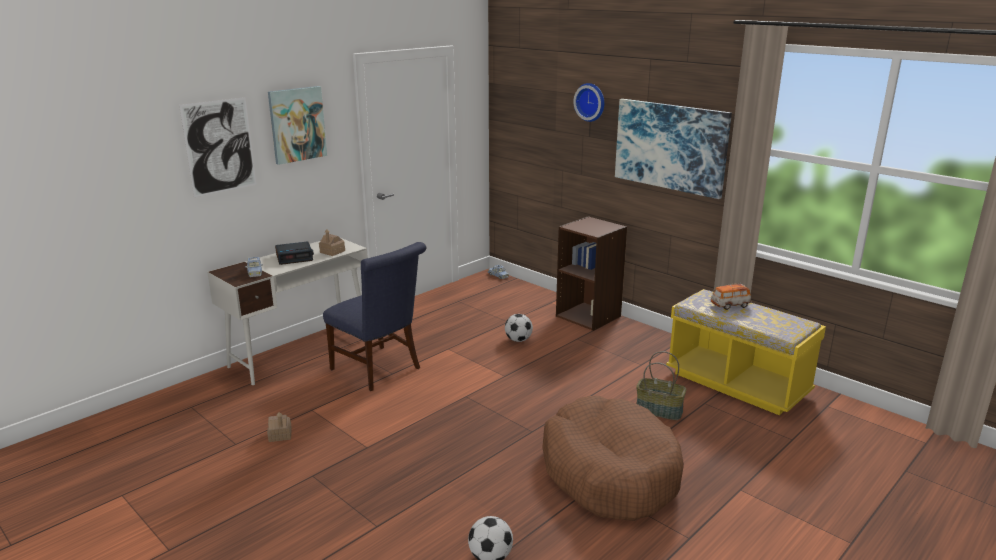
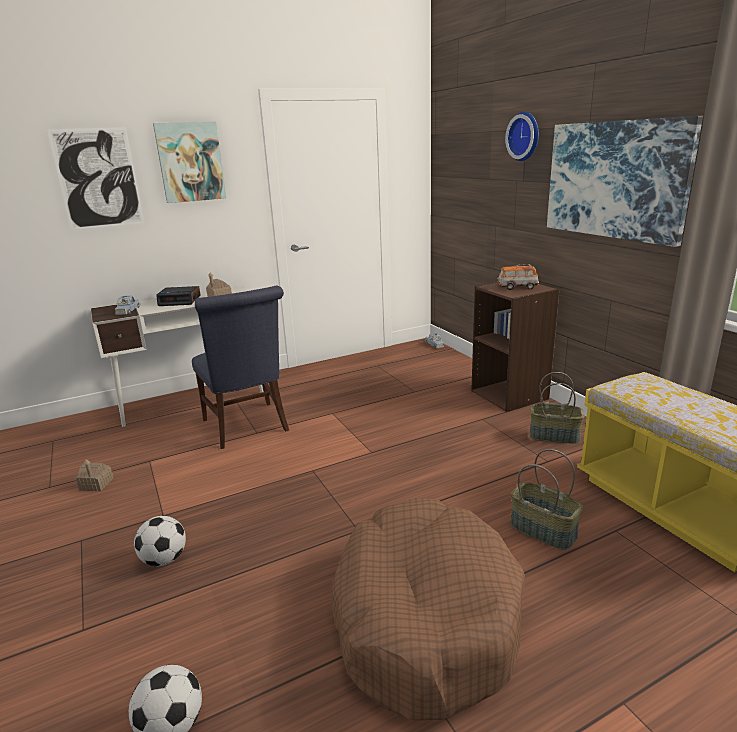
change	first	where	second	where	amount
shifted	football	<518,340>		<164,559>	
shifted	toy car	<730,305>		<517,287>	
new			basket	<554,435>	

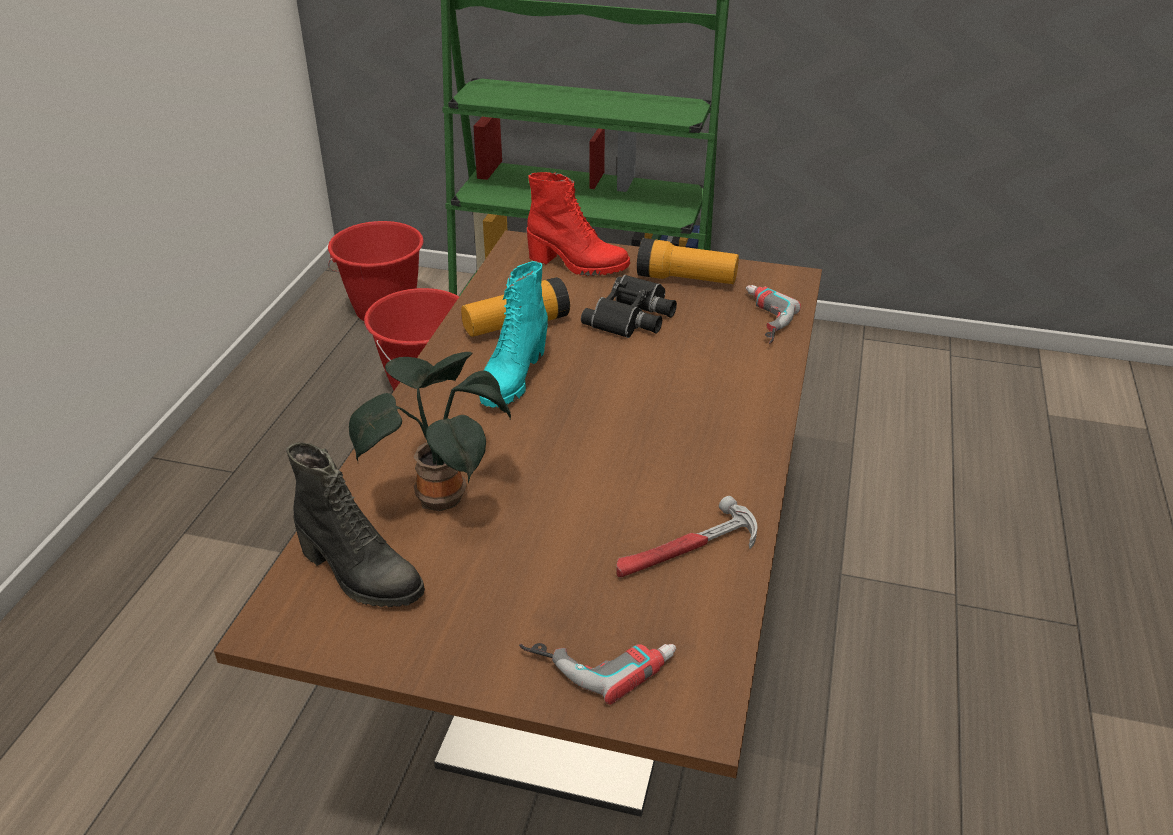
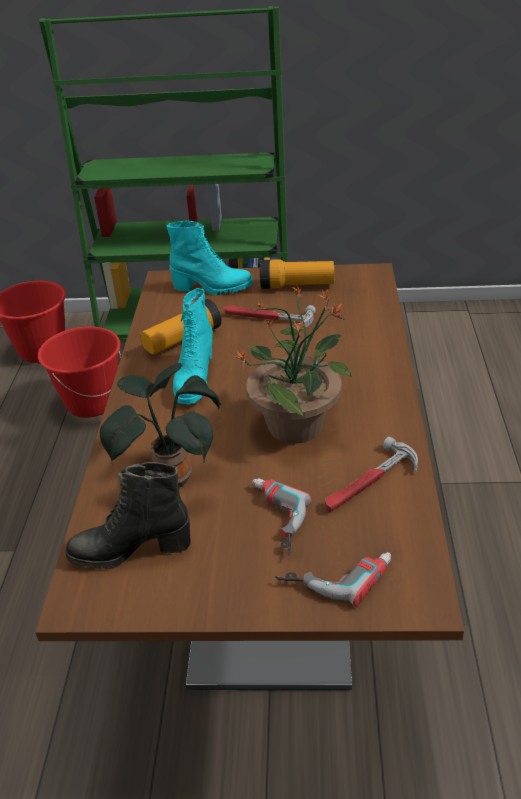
change	first	where	second	where	amount
rotated	boot in black	<359,575>		<131,550>	150 degrees clockwise
repainted	boot in red	<577,265>	boot in turquoise	<212,288>	
swapped	binoculars in black	<633,316>	hammer	<268,319>	
shifted	power drill	<759,319>		<271,520>	
new			potted plant	<297,424>	

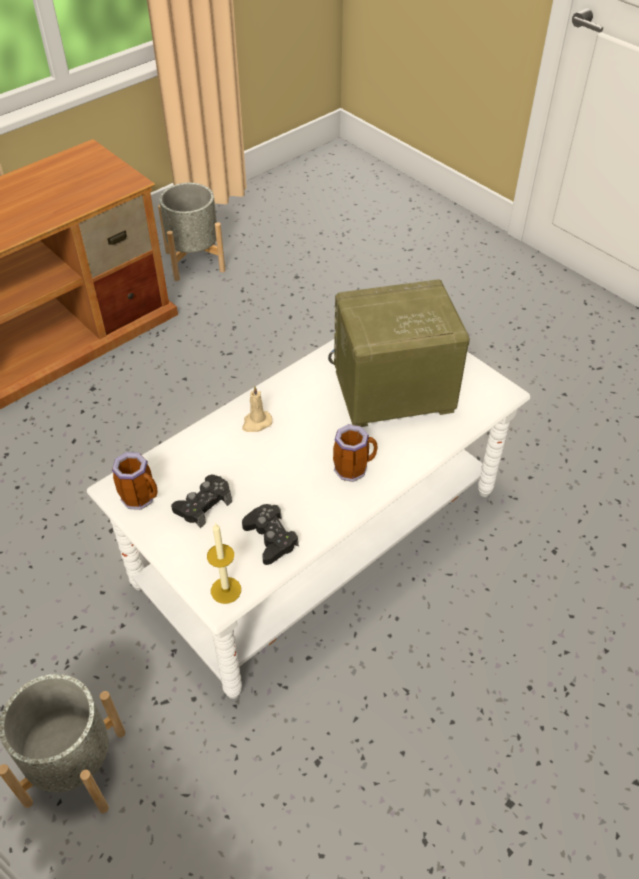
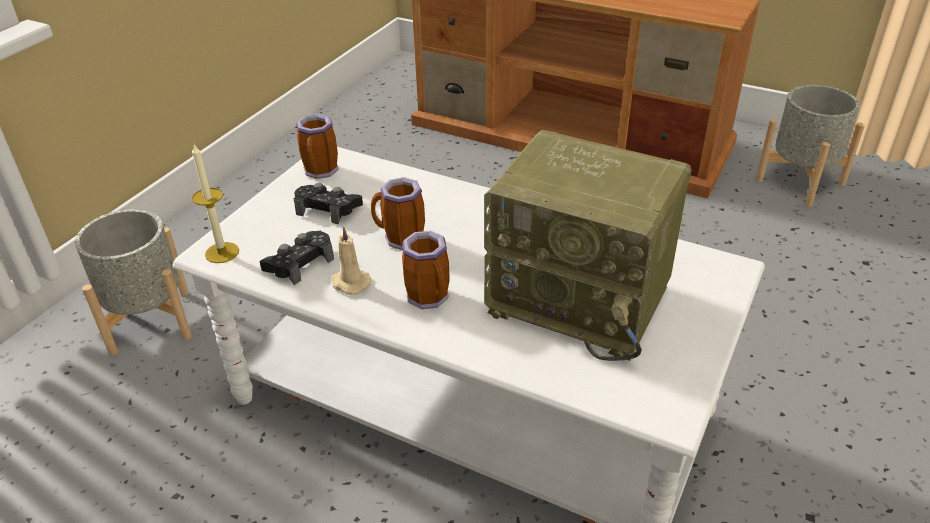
change	first	where	second	where	amount
shifted	candle in beige	<256,423>		<350,283>	
rotated	radio	<391,393>		<582,299>	150 degrees clockwise
new			mug	<400,240>	

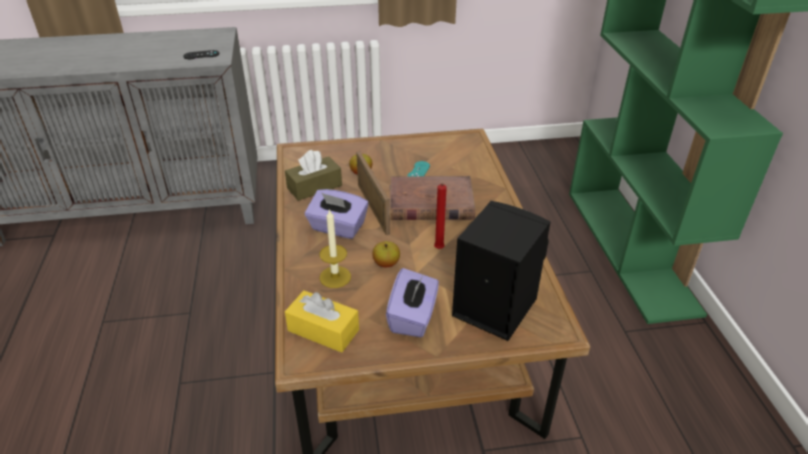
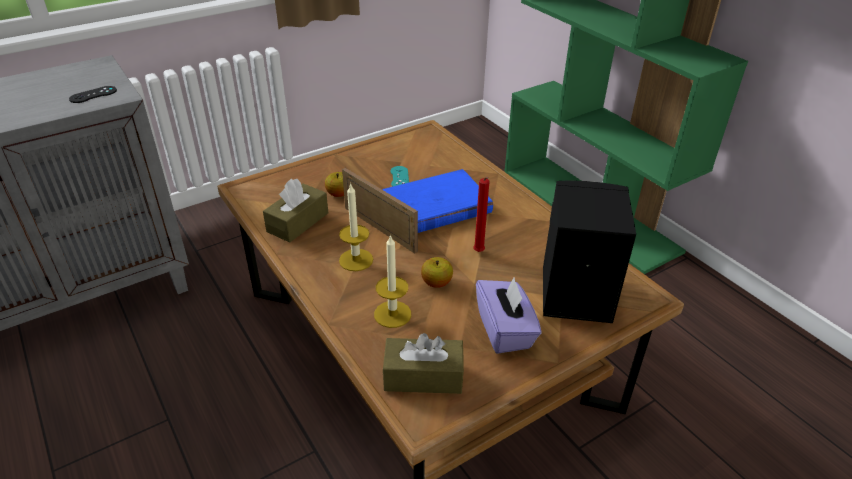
change	first	where	second	where	amount
repainted	tissue box in yellow	<323,330>	tissue box in brown	<423,376>	
swapped	tissue box in purple	<337,227>	candle	<356,260>	
repainted	book in brown	<430,203>	book in blue	<435,207>	

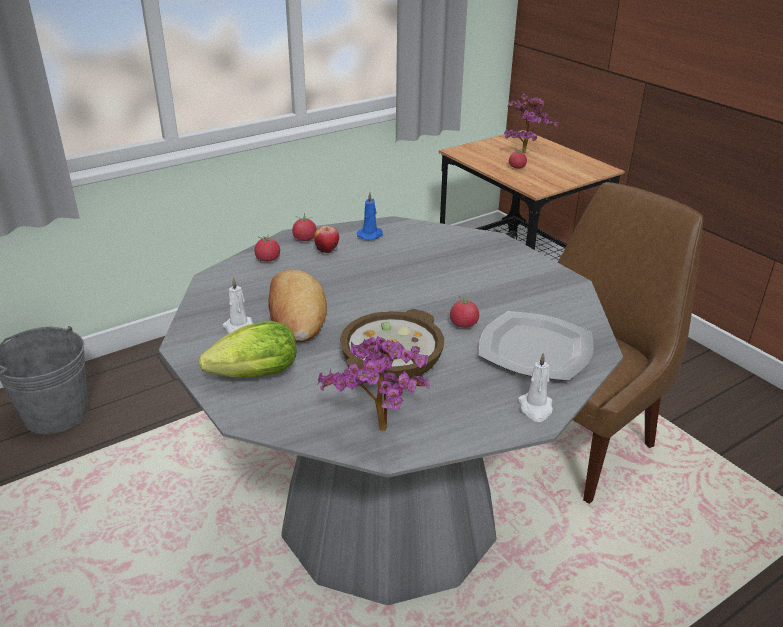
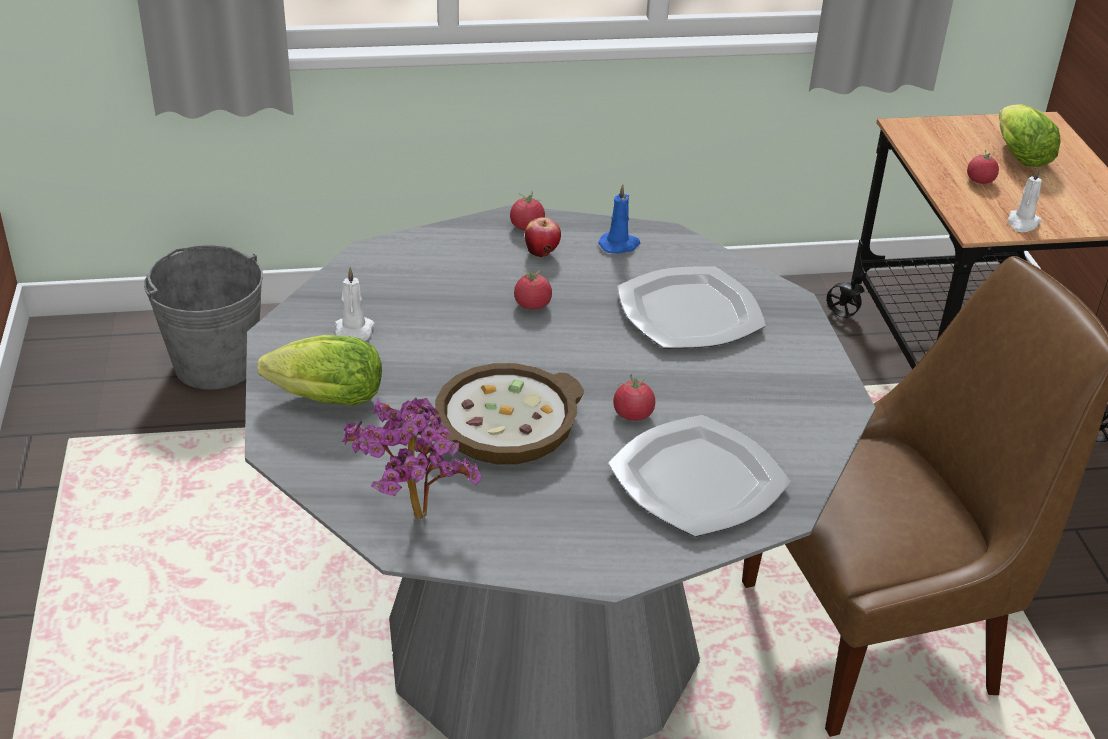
change	first	where	second	where	amount
shifted	tomato	<268,259>		<532,305>	
gone	bread	<296,313>			
swapped	potted plant	<524,152>	lettuce	<1017,155>	
shifted	candle in white	<535,408>		<1022,223>	
new			plate	<689,314>	

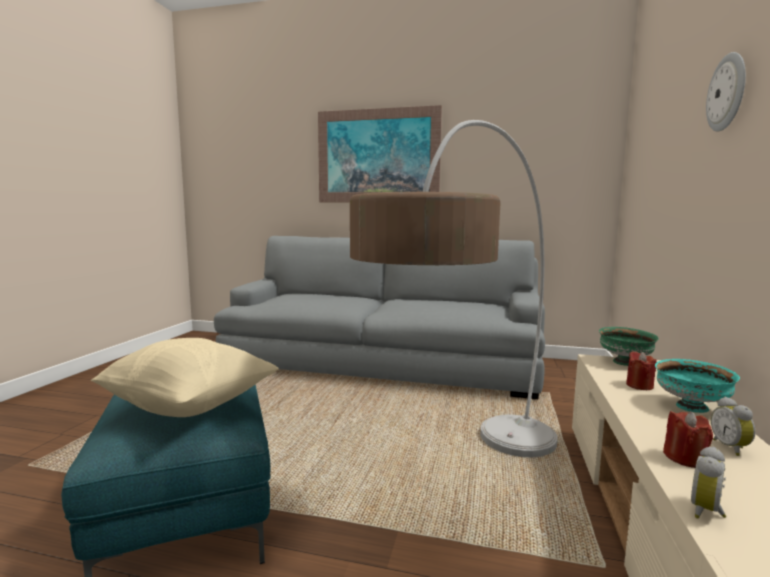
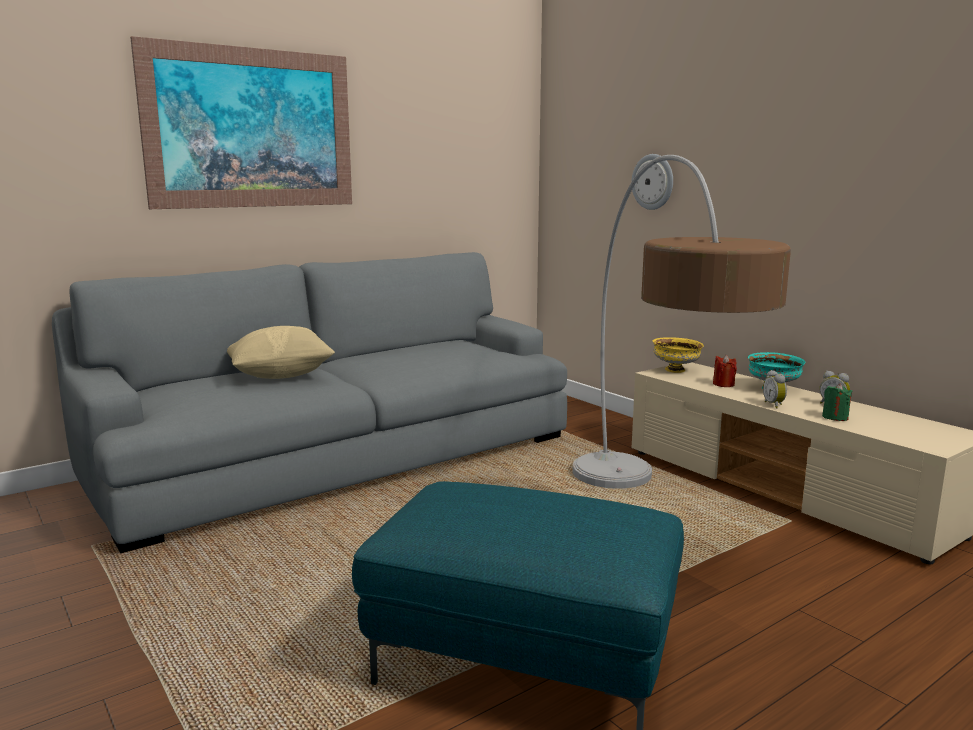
change	first	where	second	where	amount
shifted	pillow in beige	<189,406>		<281,375>	
repainted	bowl in green	<625,362>	bowl in yellow	<676,370>	
repainted	candle in red	<684,458>	candle in green	<835,417>	
shifted	alarm clock	<708,512>		<774,405>	
shifted	wall clock	<727,92>		<653,182>	

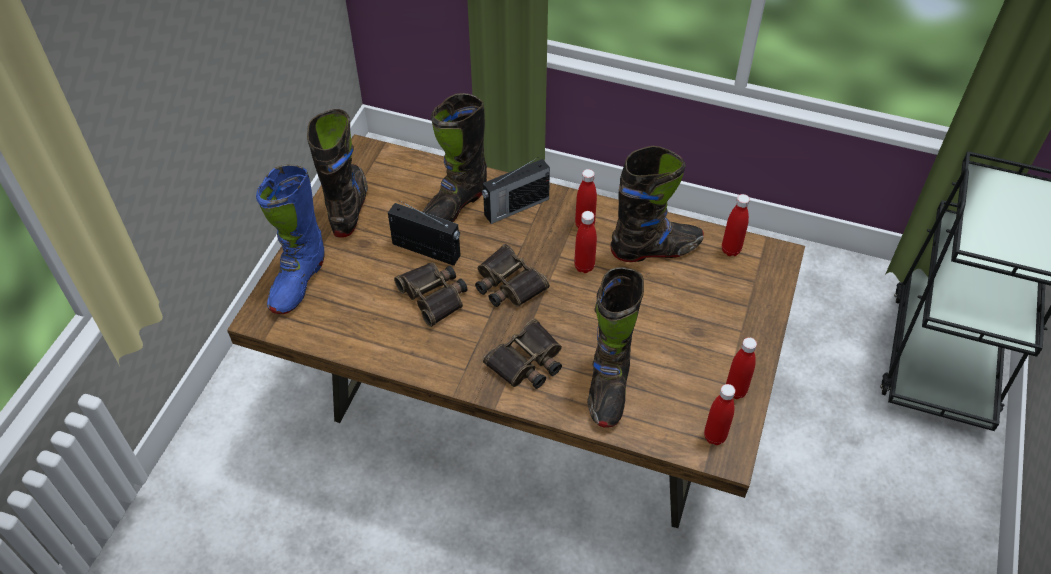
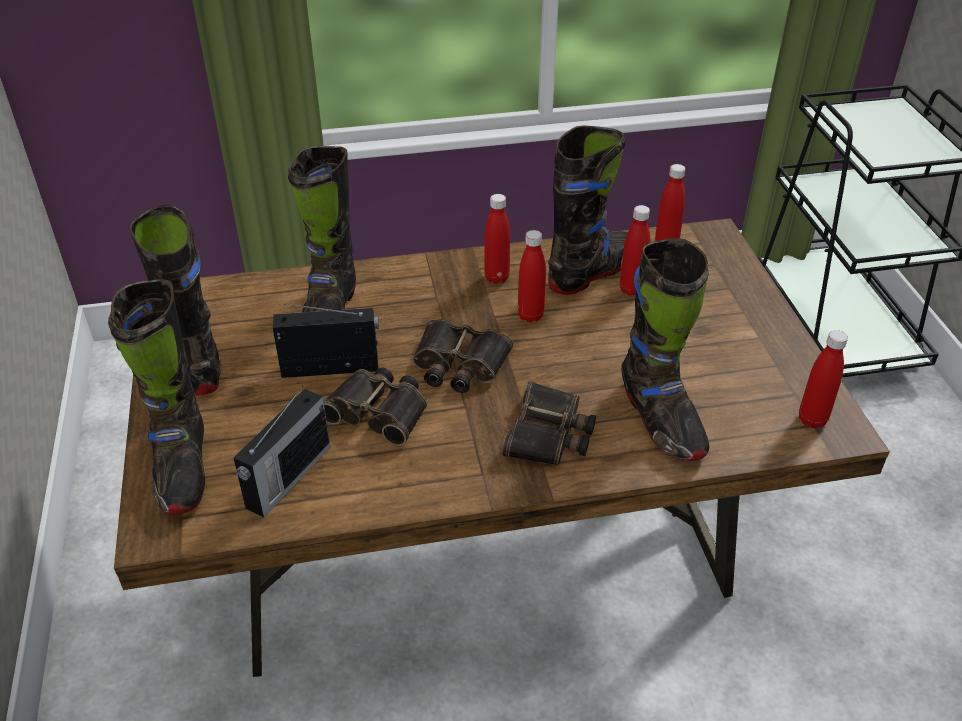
change	first	where	second	where	amount
repainted	boot in blue	<298,281>	boot in black	<181,467>	
shifted	radio	<515,207>		<287,478>	
shifted	bottle in red	<735,391>		<631,289>	

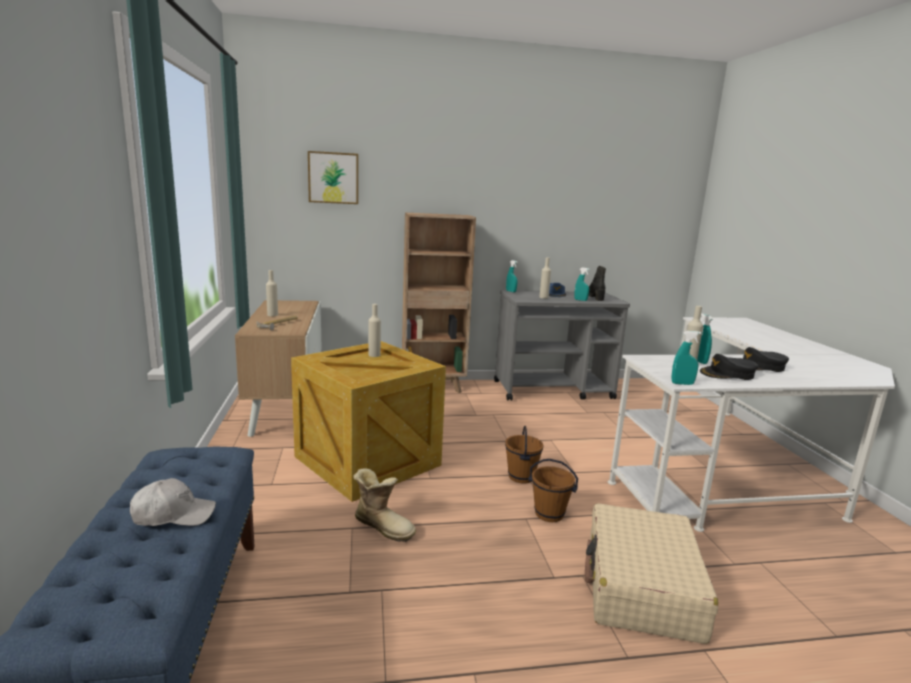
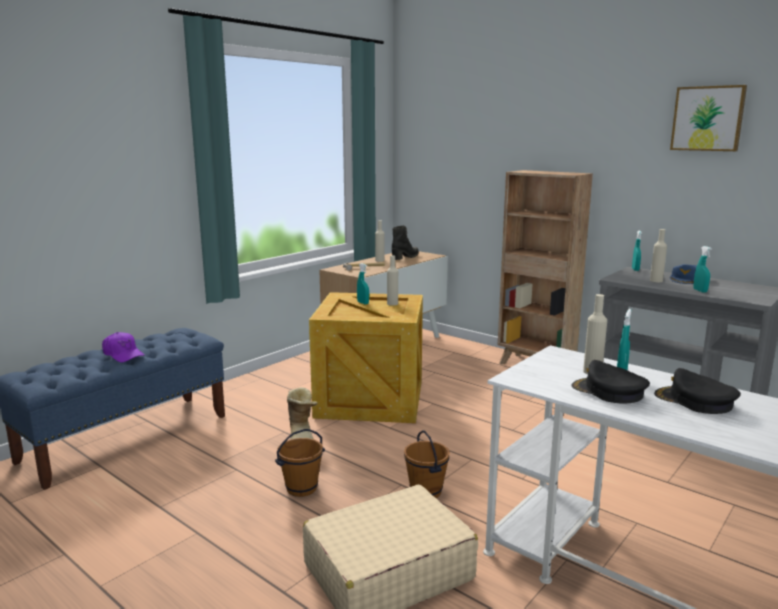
change	first	where	second	where	amount
repainted	cap in white	<173,514>	cap in purple	<123,355>	
shifted	picture	<333,178>		<708,118>	
shifted	bucket in brown	<520,477>		<301,488>	
shifted	boot in black	<594,297>		<406,257>	
shifted	spray bottle in turquoise	<682,384>		<363,303>	

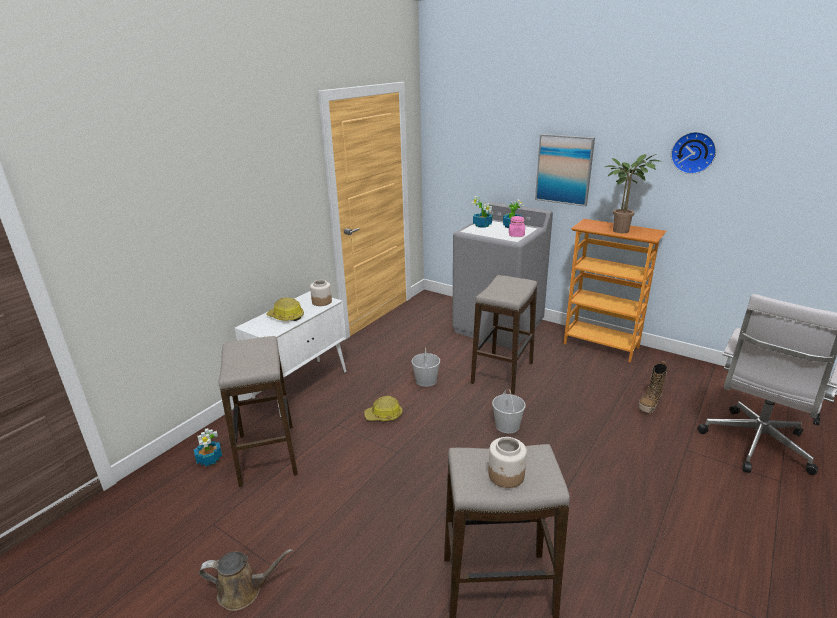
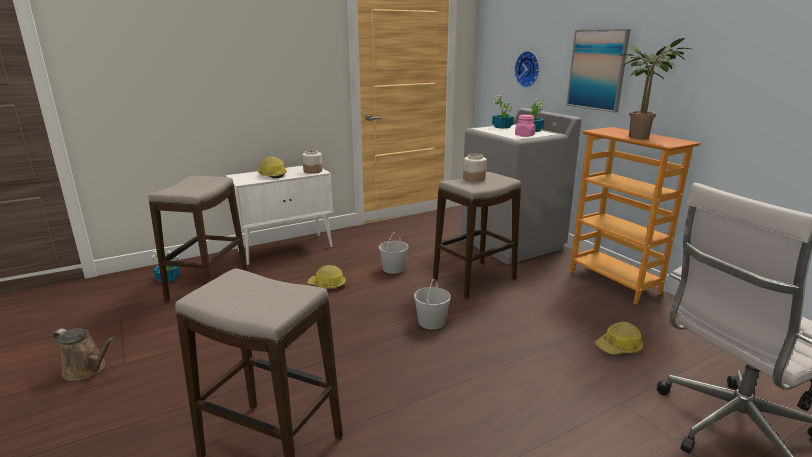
change	first	where	second	where	amount
shifted	jar	<506,475>		<474,179>	
swapped	boot	<649,404>	hard hat	<619,347>	
shifted	wall clock	<693,152>		<528,69>	

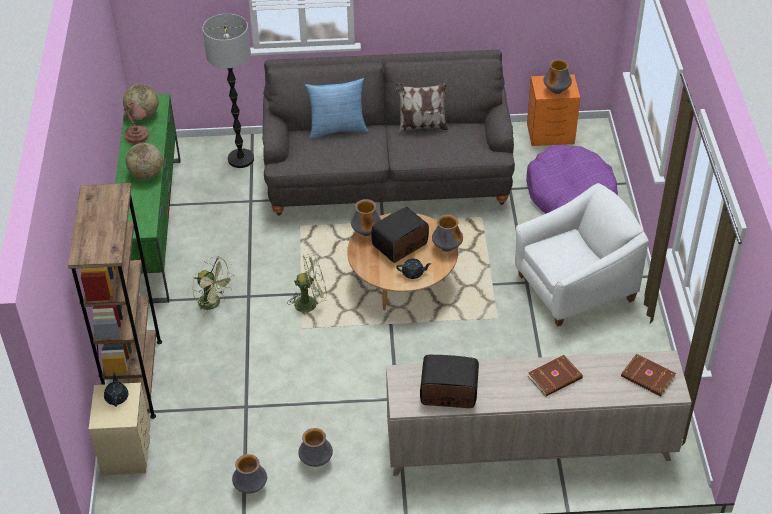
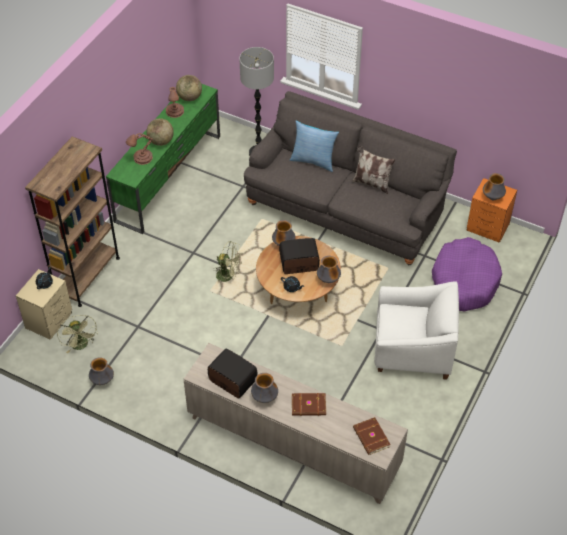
change	first	where	second	where	amount
shifted	fan in green	<214,303>		<81,346>	
shifted	vase	<316,461>		<264,398>	
new			table lamp in brown	<141,158>	

